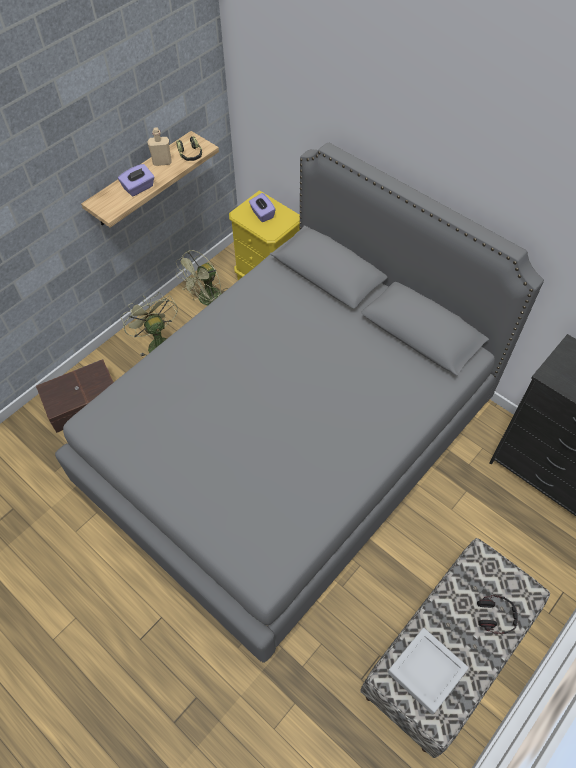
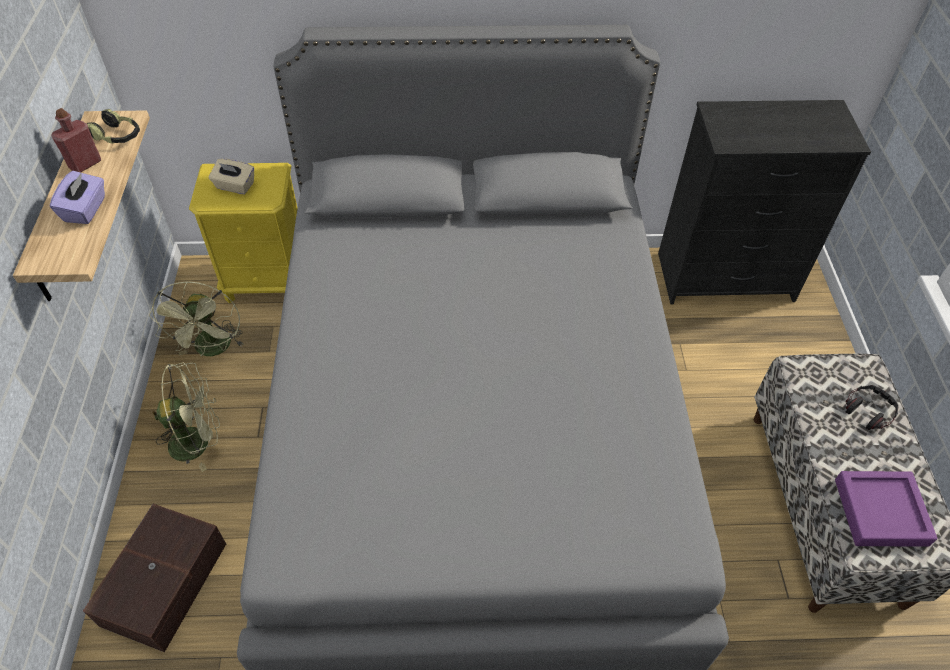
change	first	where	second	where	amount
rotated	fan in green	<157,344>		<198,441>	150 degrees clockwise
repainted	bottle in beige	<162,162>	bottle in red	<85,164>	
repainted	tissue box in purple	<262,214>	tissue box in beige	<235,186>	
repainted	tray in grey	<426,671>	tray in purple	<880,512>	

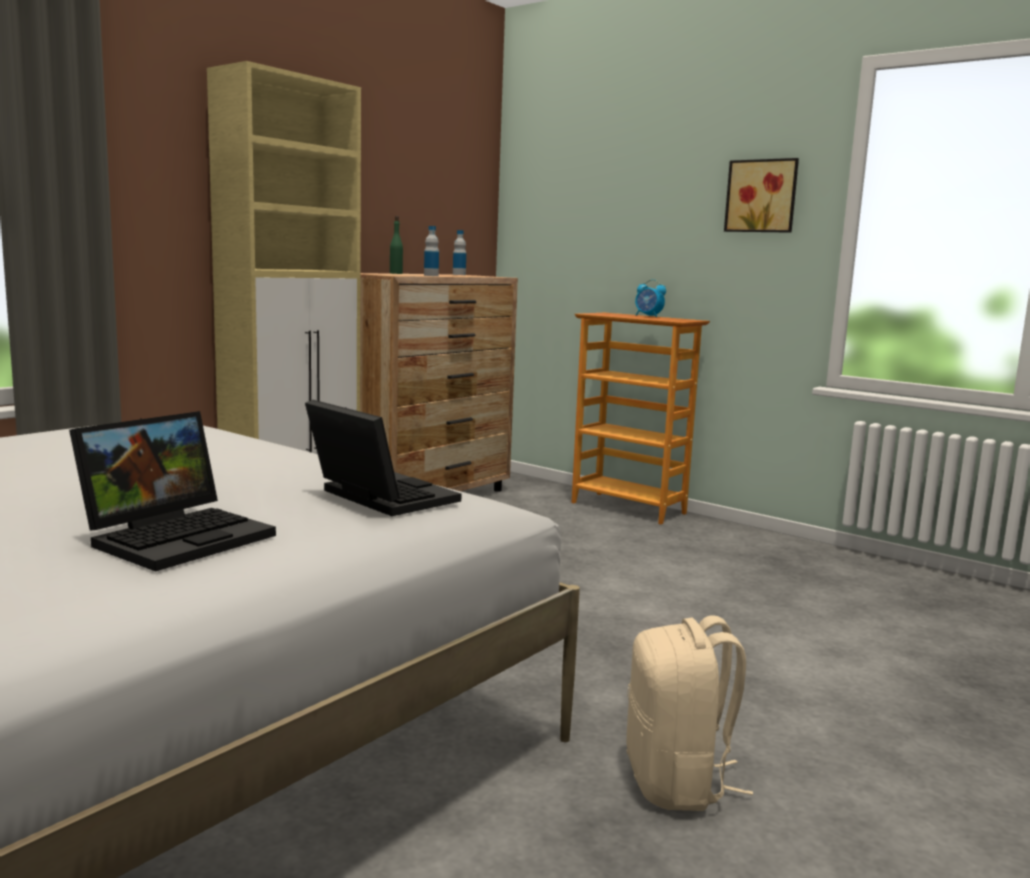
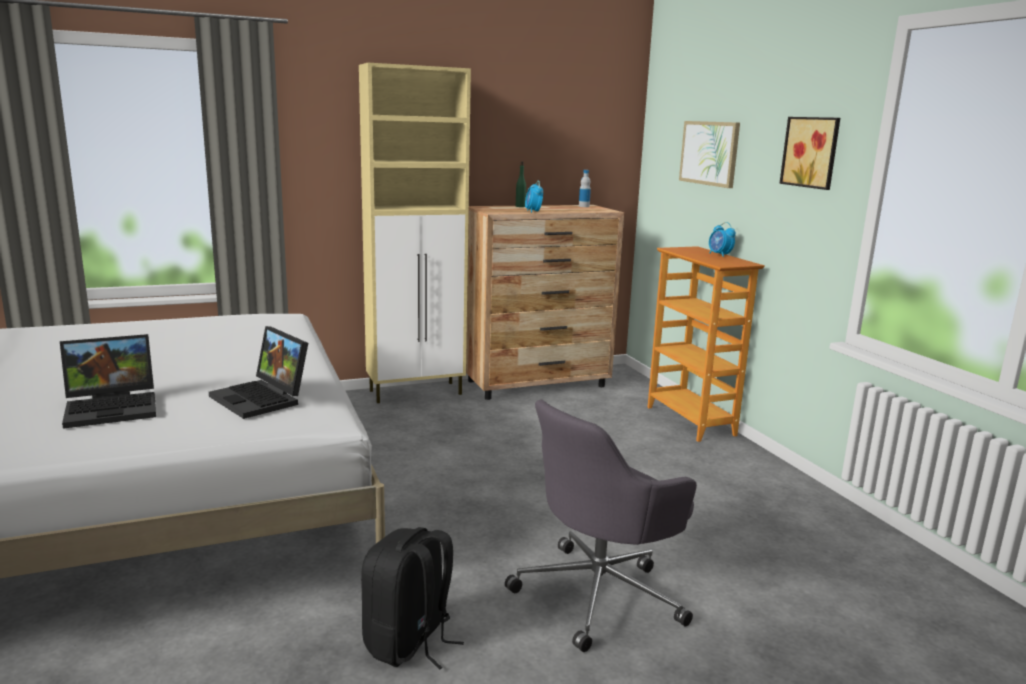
change	first	where	second	where	amount
rotated	laptop	<378,497>		<263,399>	150 degrees clockwise
swapped	bottle	<431,275>	alarm clock	<533,211>	
repainted	backpack in beige	<677,782>	backpack in black	<409,643>	
new			office chair in grey	<600,593>	
new			picture	<709,153>	

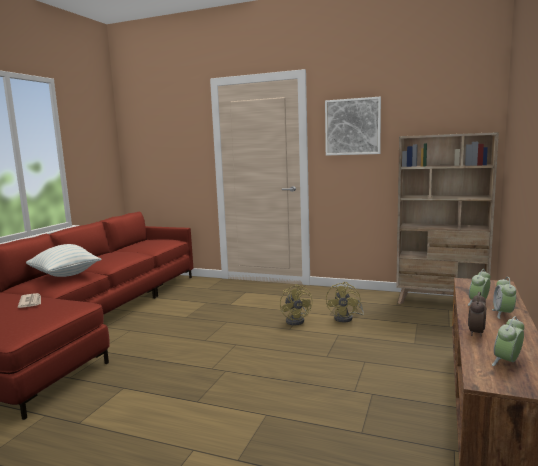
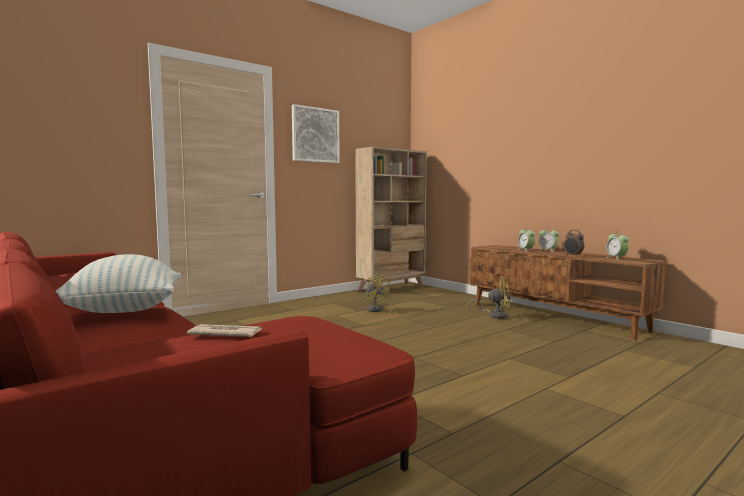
change	first	where	second	where	amount
shifted	fan in yellow	<297,320>		<495,315>	

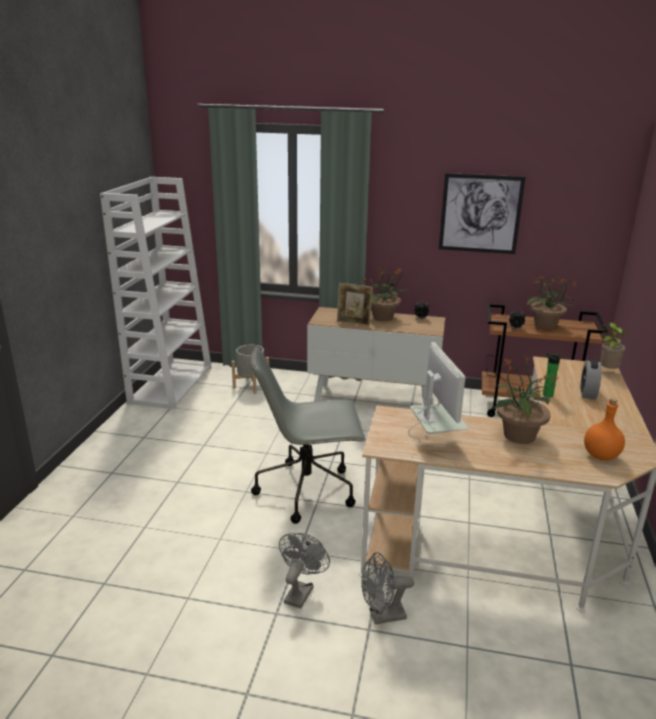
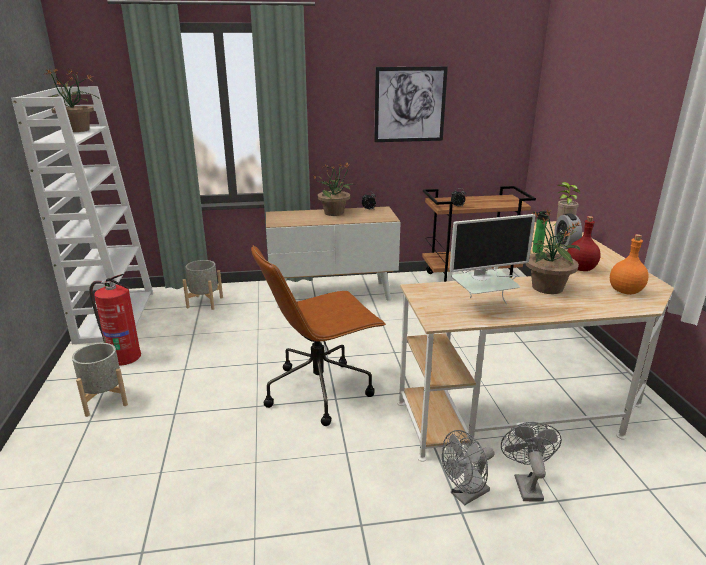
change	first	where	second	where	amount
repainted	office chair in grey	<308,490>	office chair in brown	<320,390>	
shifted	fan in grey	<300,591>		<526,484>	
gone	picture frame	<353,323>			
rotated	monitor	<433,442>		<482,307>	105 degrees clockwise
shifted	potted plant	<546,326>		<77,130>	
new			planter in grey	<104,400>	
new			fire extinguisher	<123,357>	
new			bottle in red	<580,268>	

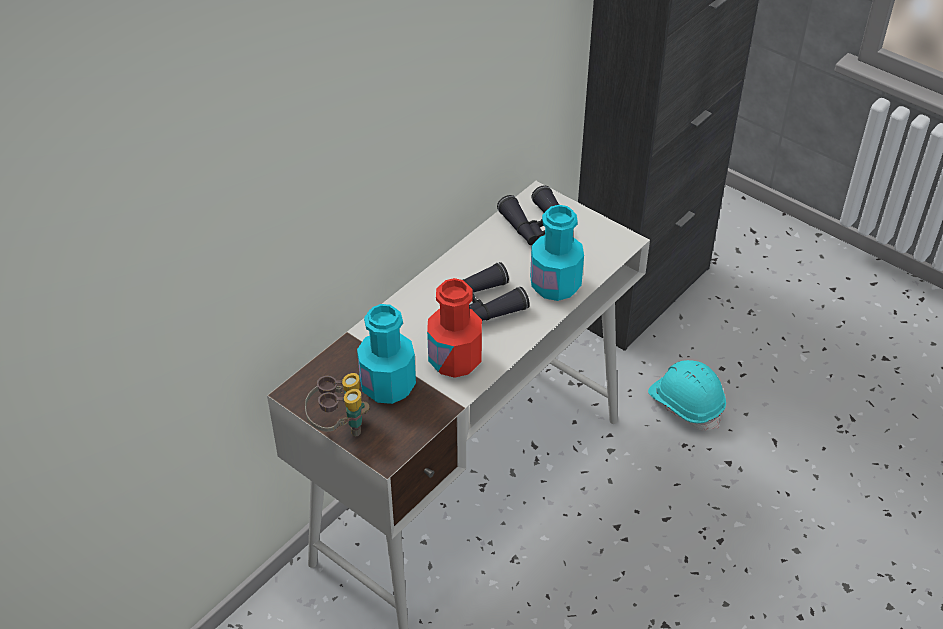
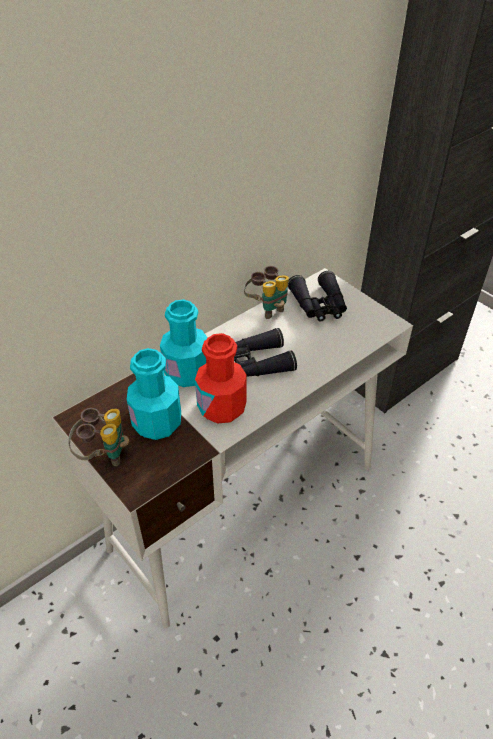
change	first	where	second	where	amount
shifted	bottle in turquoise	<555,285>		<187,372>	
gone	hard hat in turquoise	<686,404>			
new			binoculars	<267,308>	

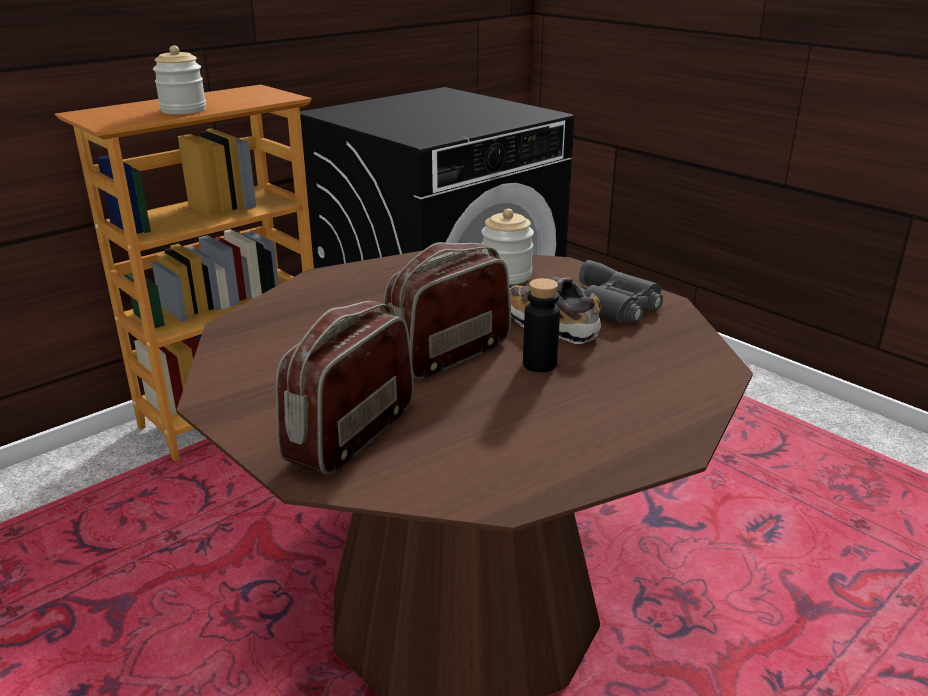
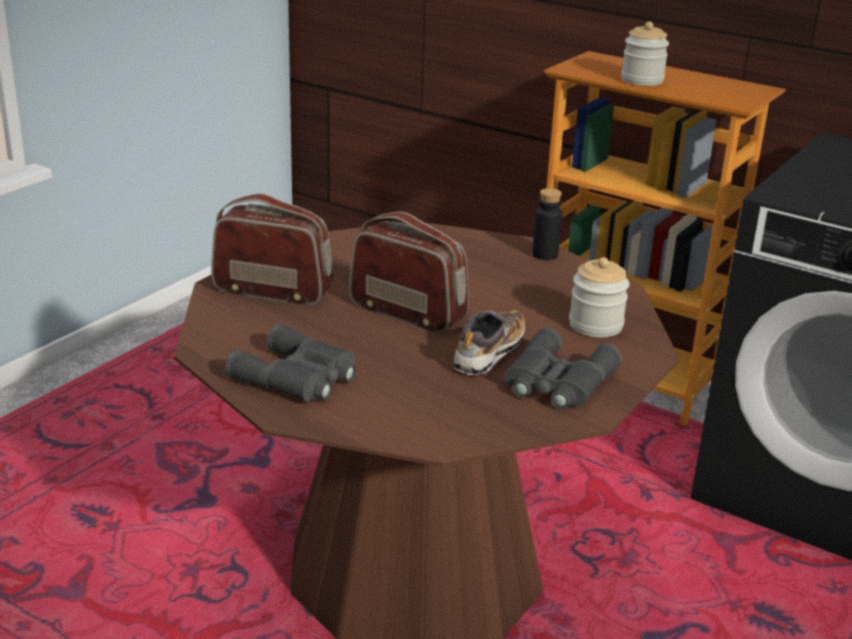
change	first	where	second	where	amount
shifted	bottle in black	<539,364>		<545,255>	
new			binoculars in grey	<298,377>	

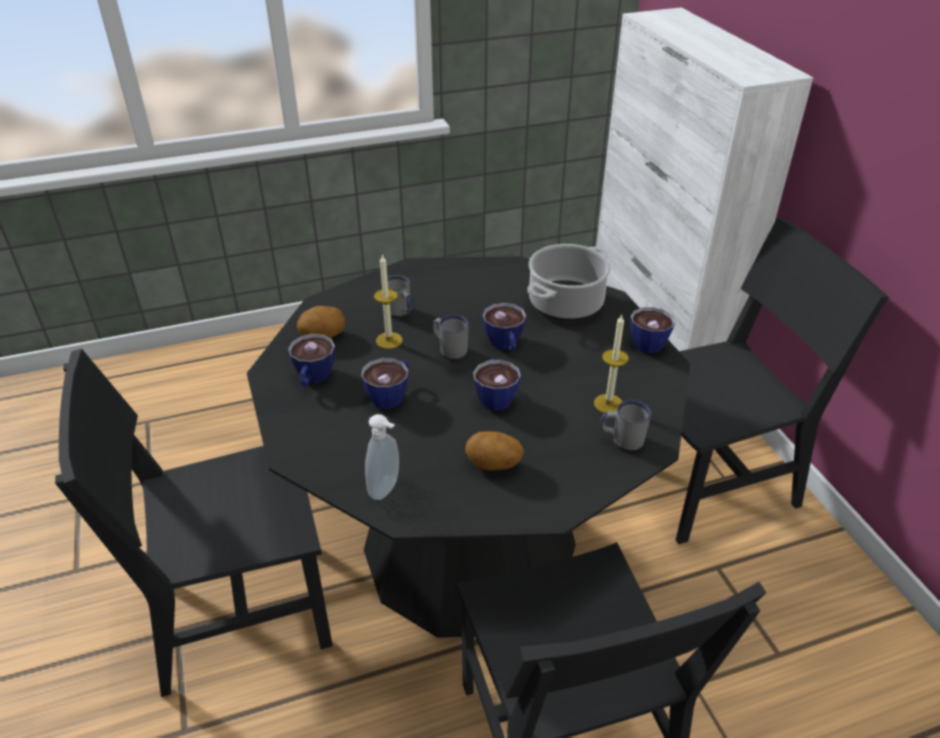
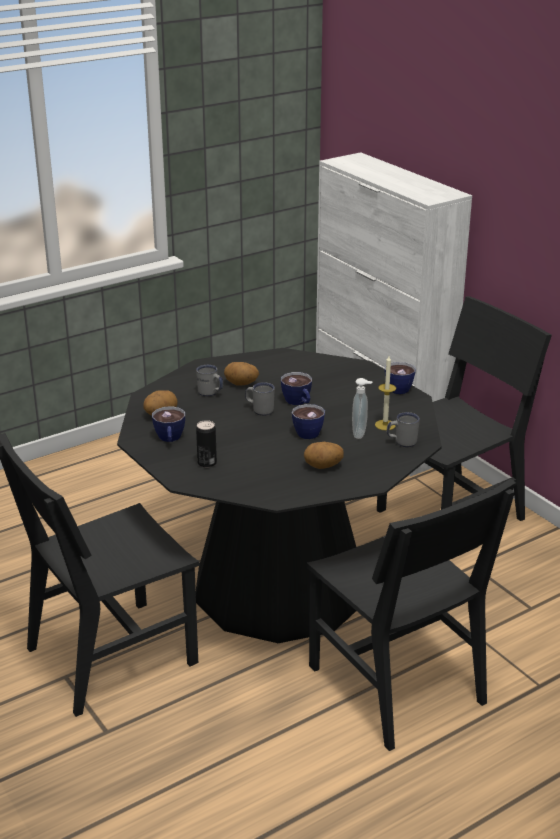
change	first	where	second	where	amount
gone	cup	<391,395>			
shifted	soap dispenser	<386,489>		<360,434>	
gone	candle	<389,340>			
gone	cooking pot	<565,304>			
new			can	<207,463>	
new			potato	<241,384>	

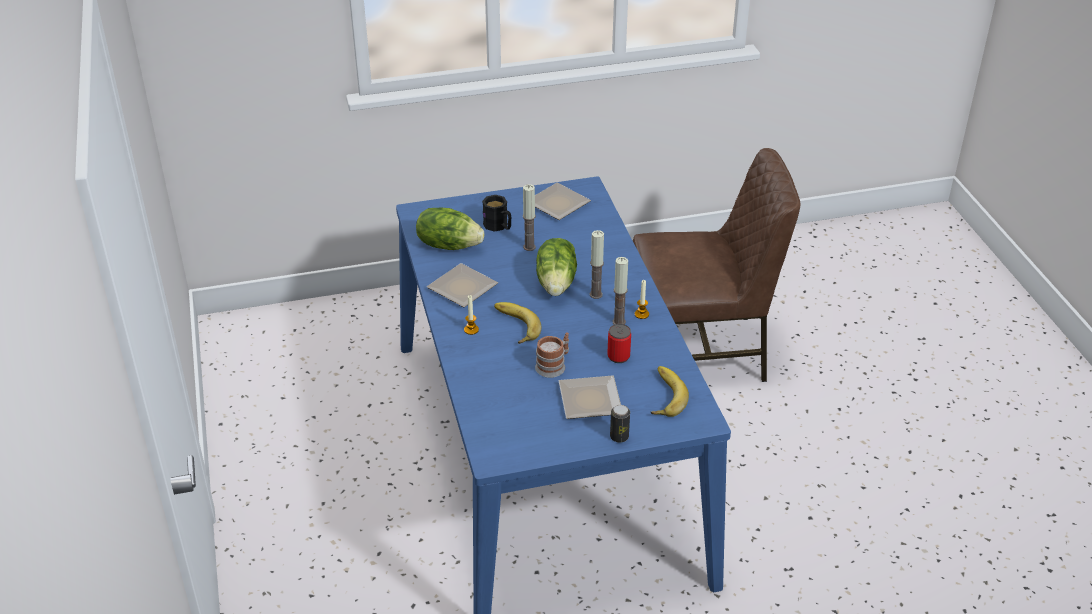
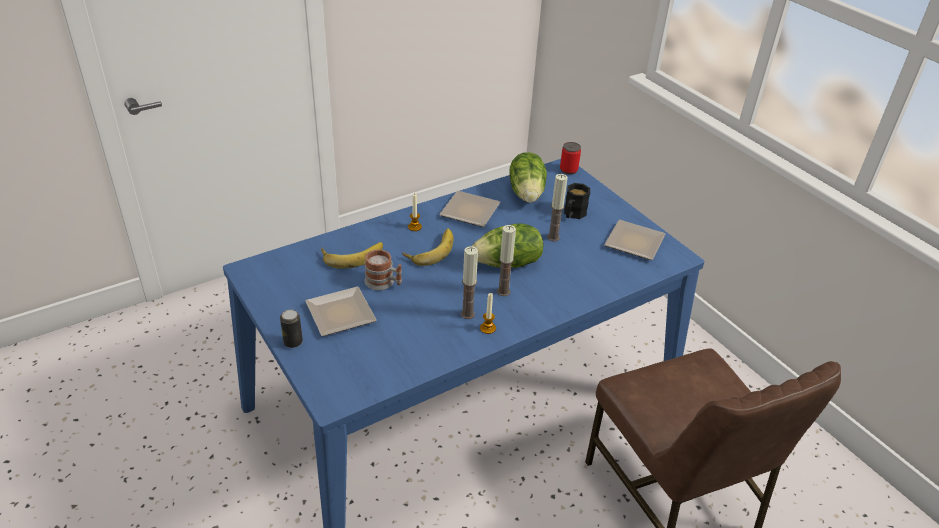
change	first	where	second	where	amount
shifted	can	<618,356>		<568,170>	
shifted	banana	<663,395>		<352,255>	

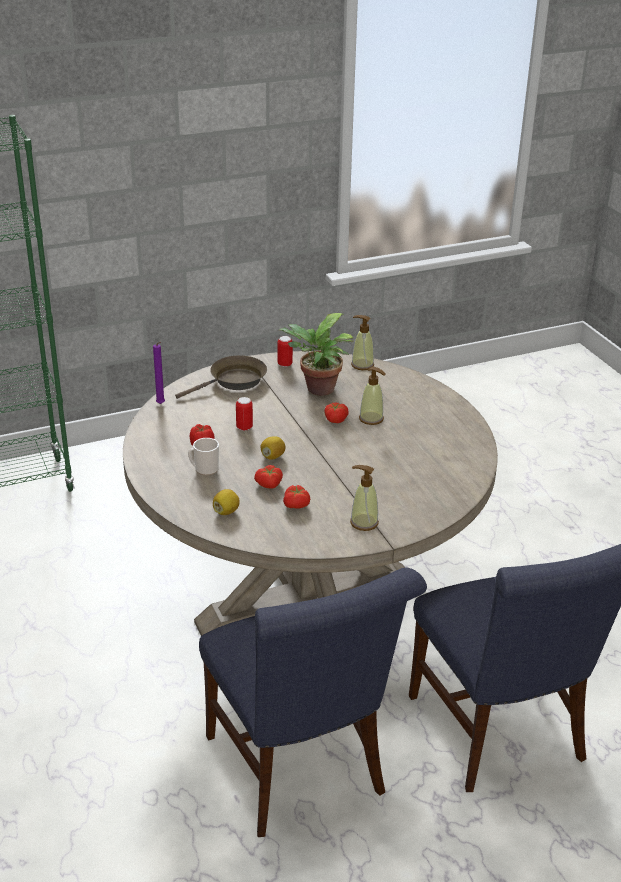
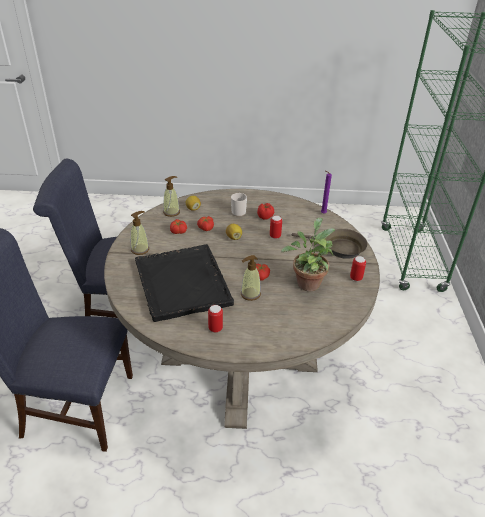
change	first	where	second	where	amount
rotated	frying pan in brown	<234,381>		<339,248>	60 degrees counterclockwise
shifted	soap dispenser	<362,365>		<171,212>	
new			tray in black	<182,283>	
new			can	<215,328>	

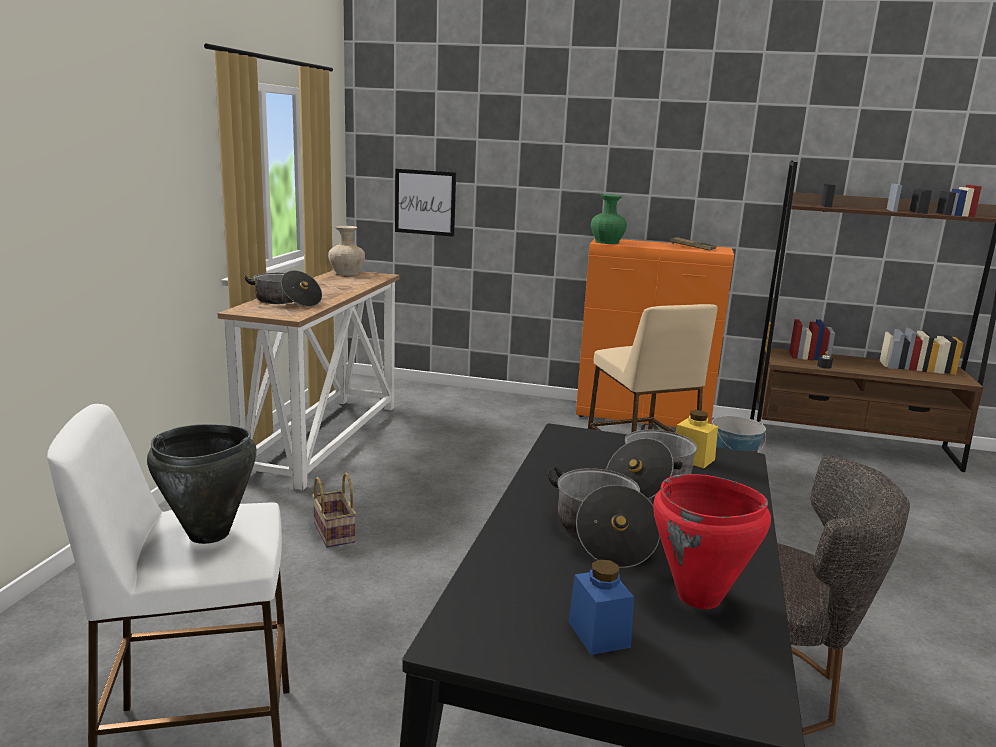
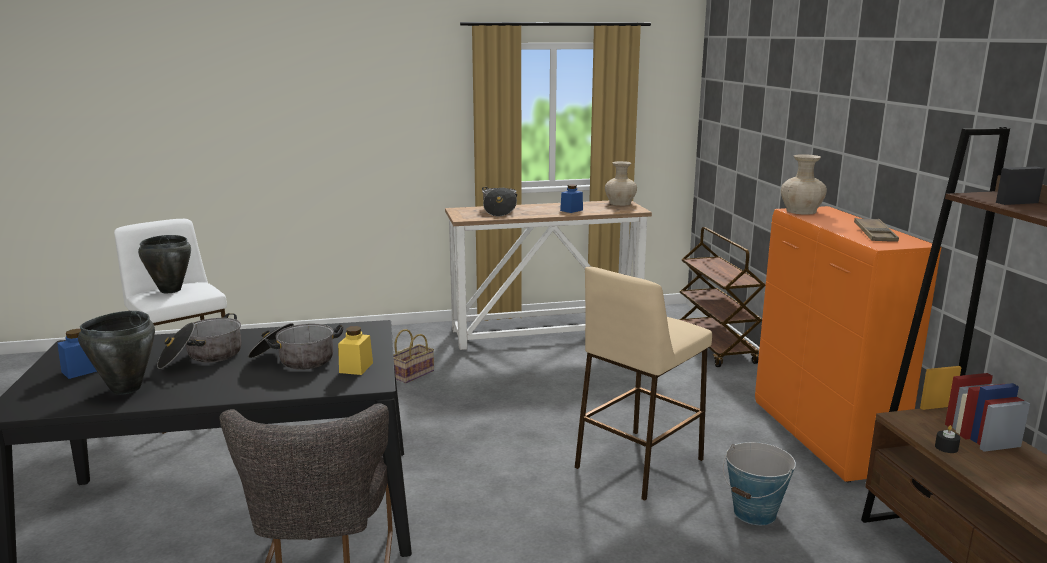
change	first	where	second	where	amount
gone	picture	<425,202>			
repainted	vase in green	<606,242>	vase in beige	<800,211>	
repainted	cooking pot in red	<699,597>	cooking pot in black	<125,389>	
new			jar in blue	<571,210>	
new			cart in brown	<716,347>	

